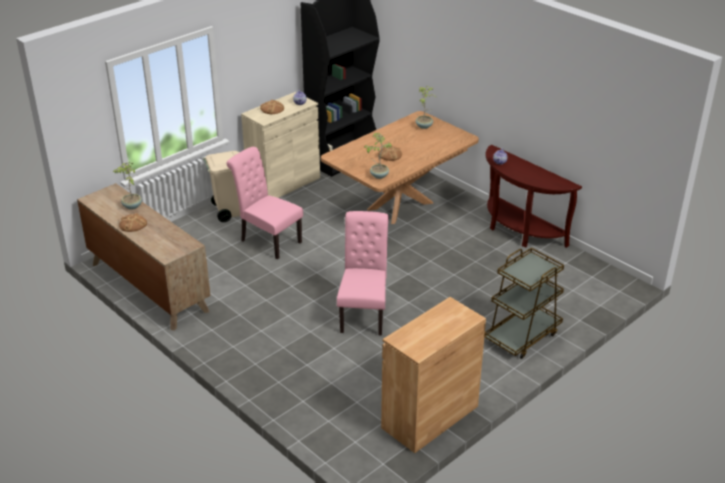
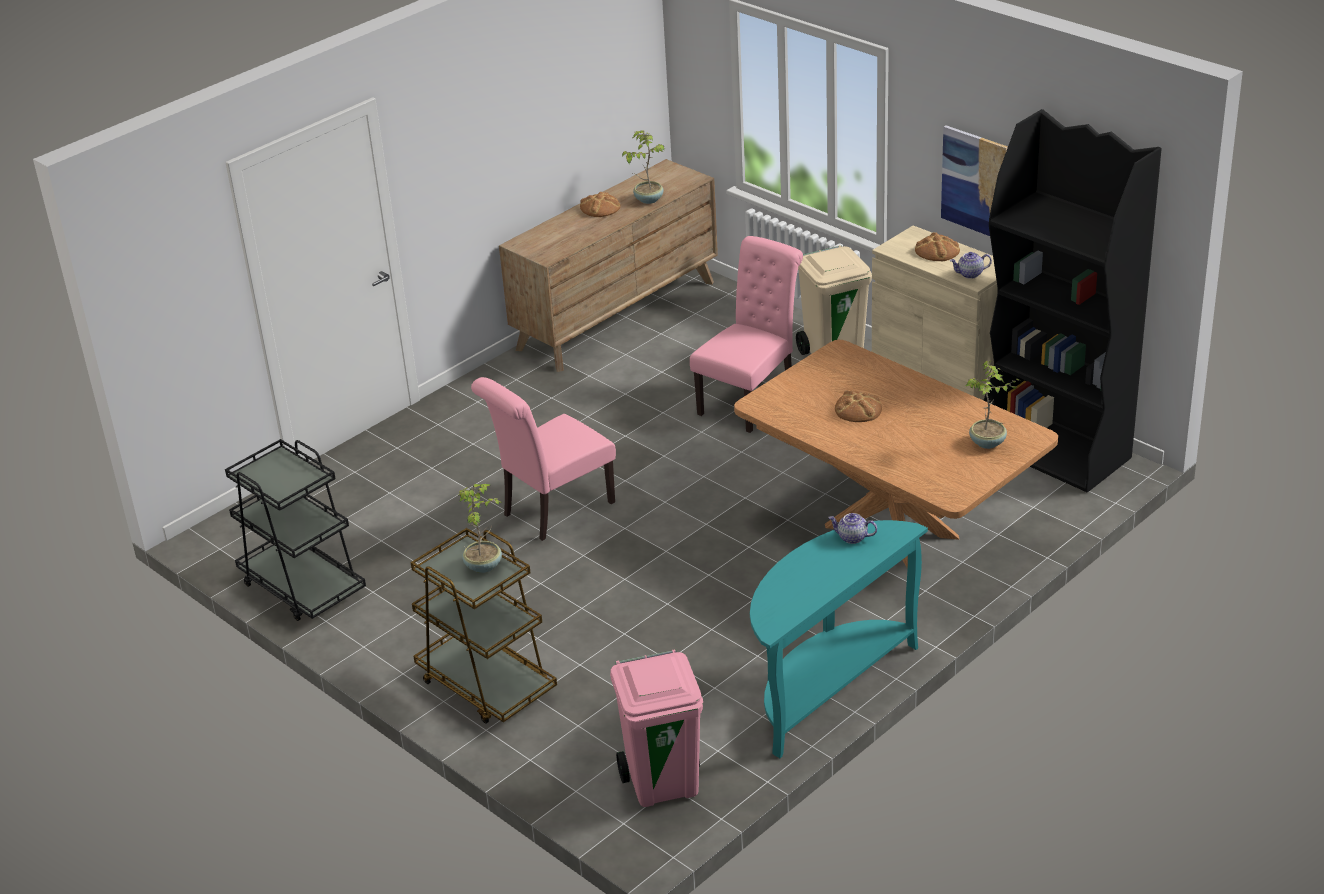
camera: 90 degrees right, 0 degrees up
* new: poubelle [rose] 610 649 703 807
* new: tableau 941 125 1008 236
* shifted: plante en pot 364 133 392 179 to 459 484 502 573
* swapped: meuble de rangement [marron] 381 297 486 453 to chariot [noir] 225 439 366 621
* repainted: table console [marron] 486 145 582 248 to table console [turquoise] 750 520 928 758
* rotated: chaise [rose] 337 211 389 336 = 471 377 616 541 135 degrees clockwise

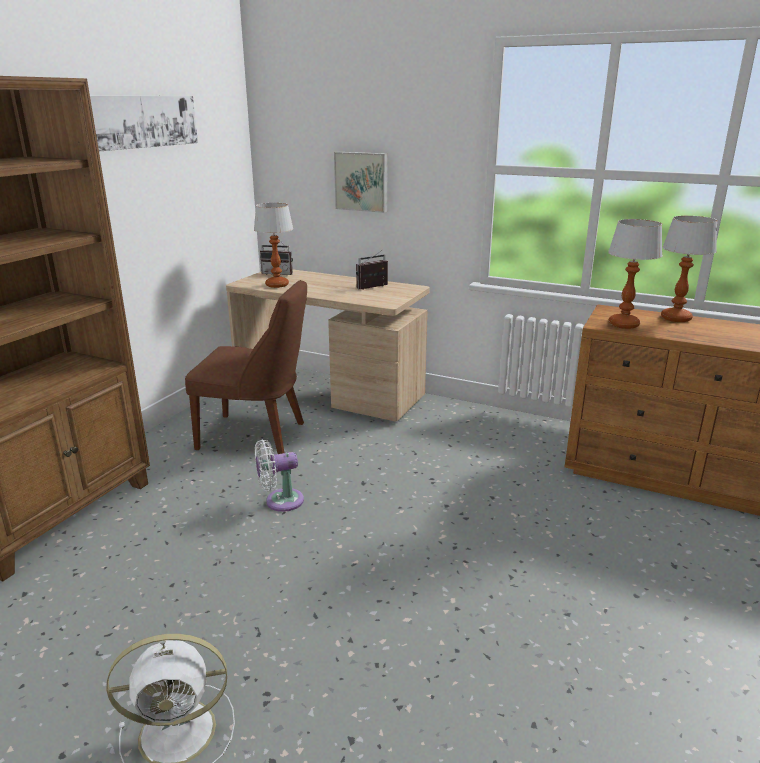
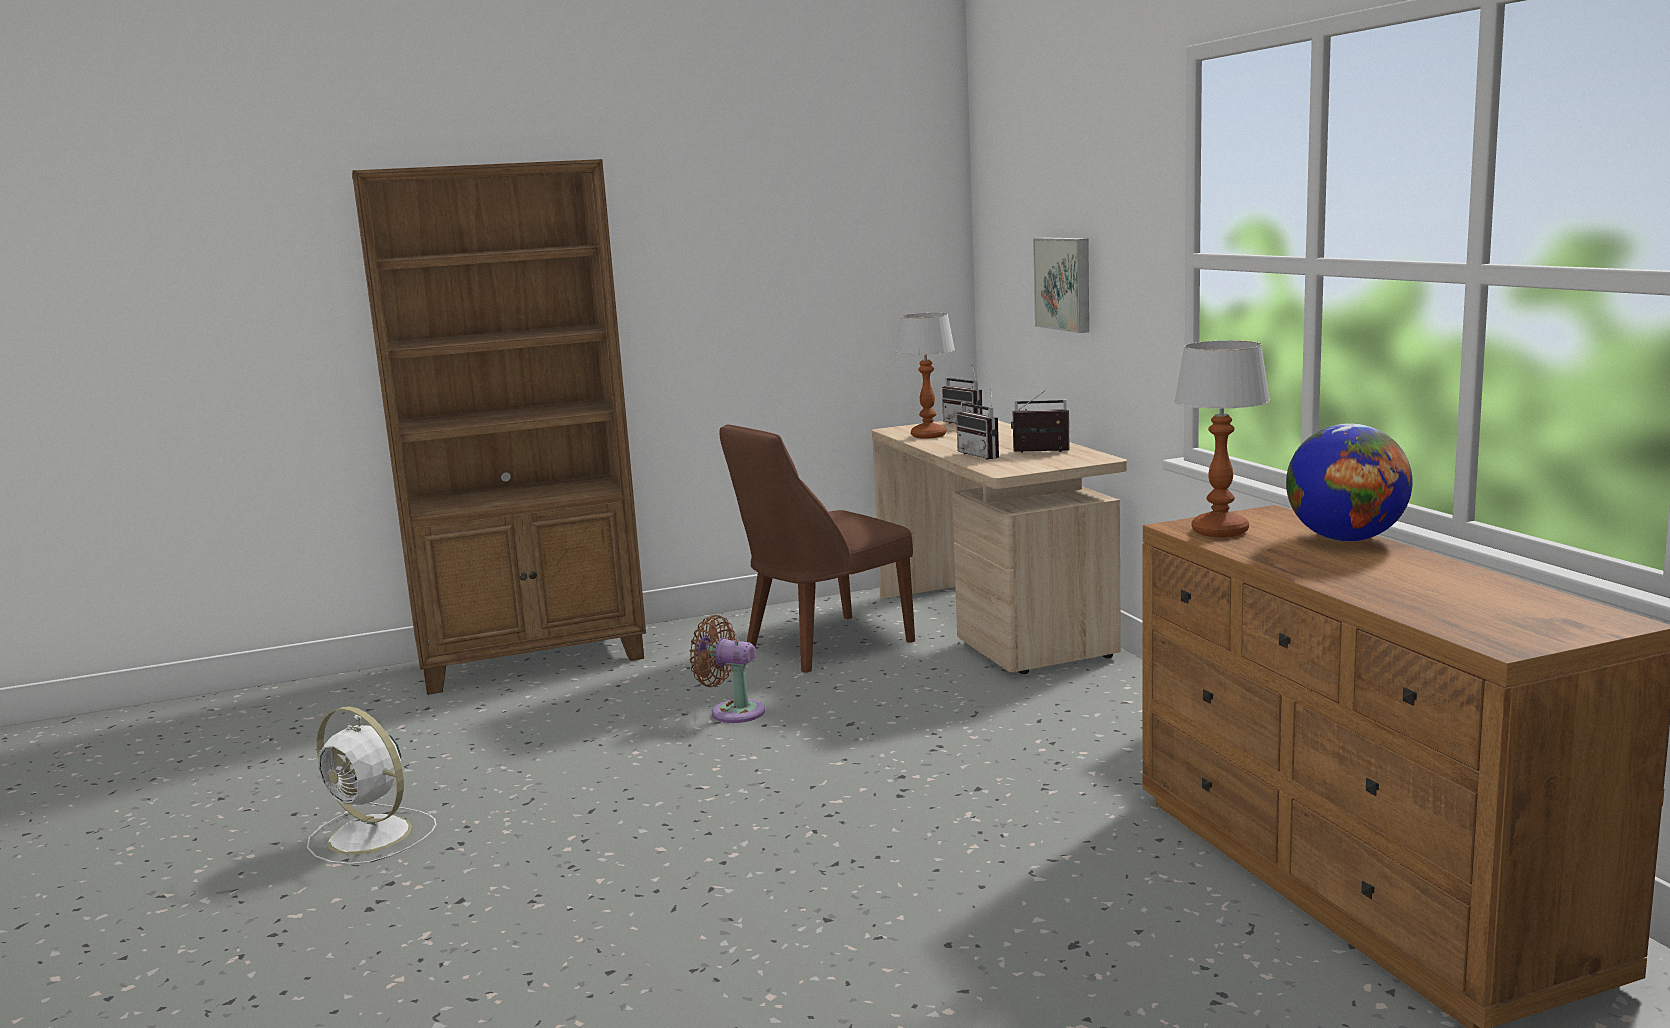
camera: 45 degrees right, 10 degrees down
* gone: tableau 90 96 198 151
* new: radio 956 388 999 460
* swapped: lampe de table 661 216 717 322 to globe 1286 423 1413 541
* repainted: ventilateur [blanc] 255 439 304 512 to ventilateur [marron] 690 615 765 723
* rotated: chaise [marron] 185 280 307 454 = 719 424 915 673 90 degrees clockwise

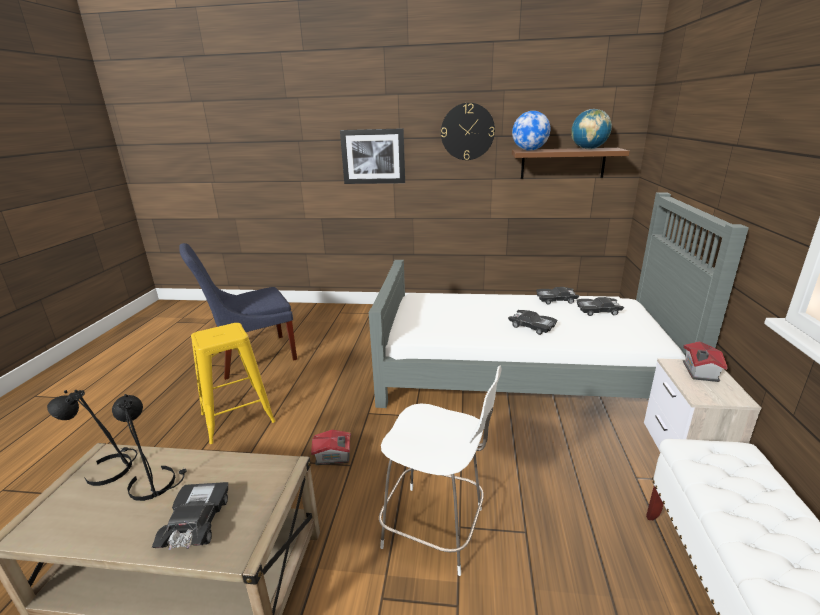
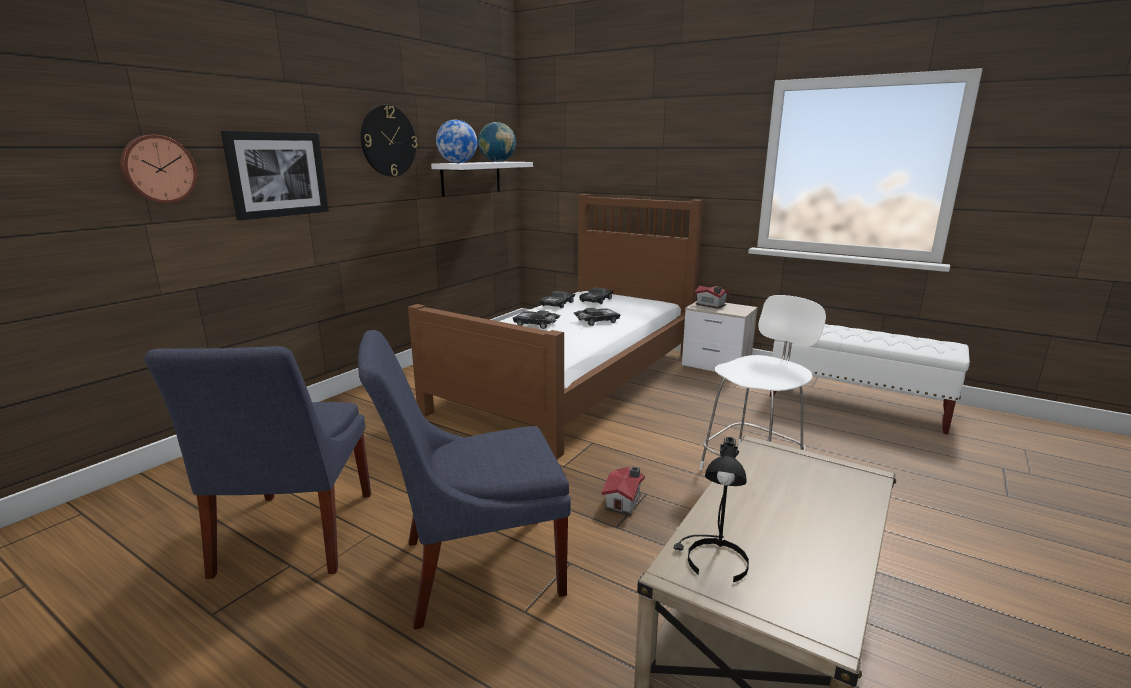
camera: 65 degrees left, 5 degrees down
* gone: lampe de table [noir] 112 394 187 501
* new: horloge murale 120 135 197 203
* shifted: petite voiture [noir] 152 482 228 550 to 513 310 560 329
* swapped: tabouret [jaune] 191 323 275 444 to chaise [bleu] 358 330 571 630
* repainted: lit [gris] 369 193 749 408 to lit [marron] 408 194 704 459
* repainted: étagère [marron] 512 148 630 179 to étagère [blanc] 431 162 533 197

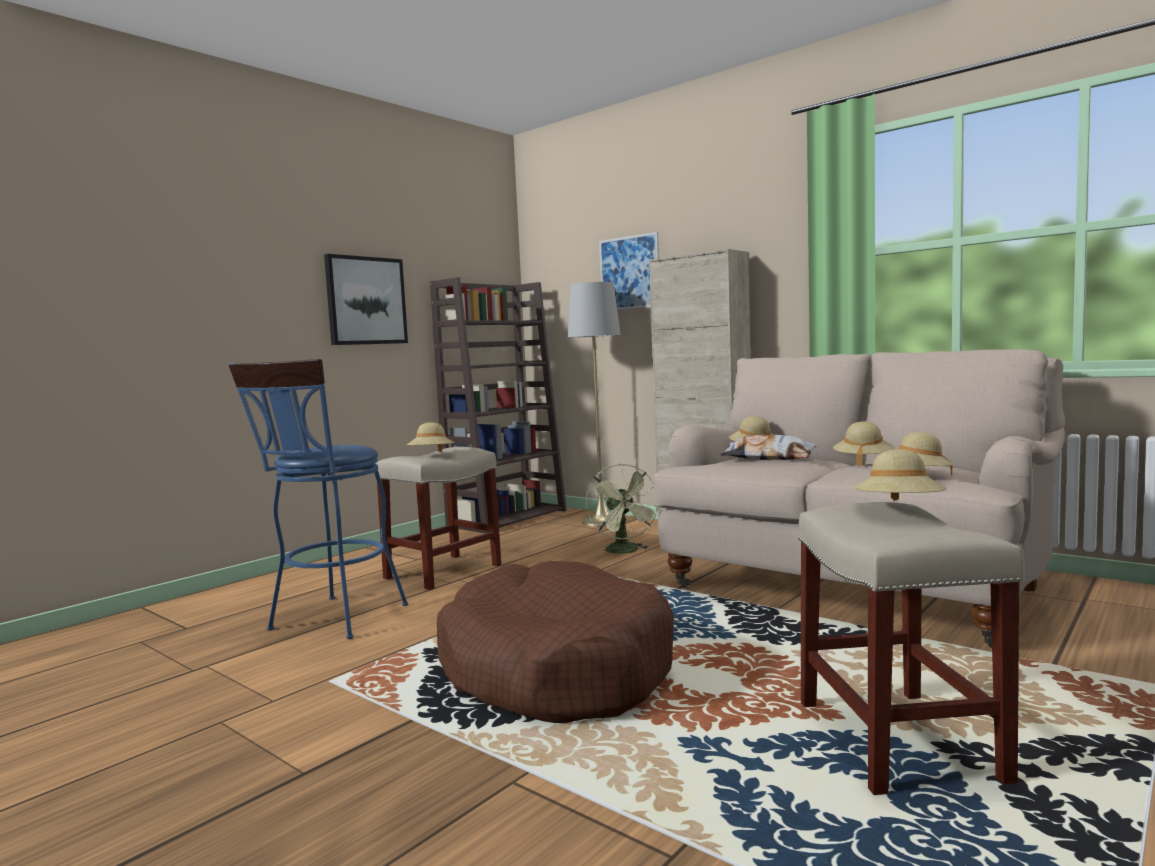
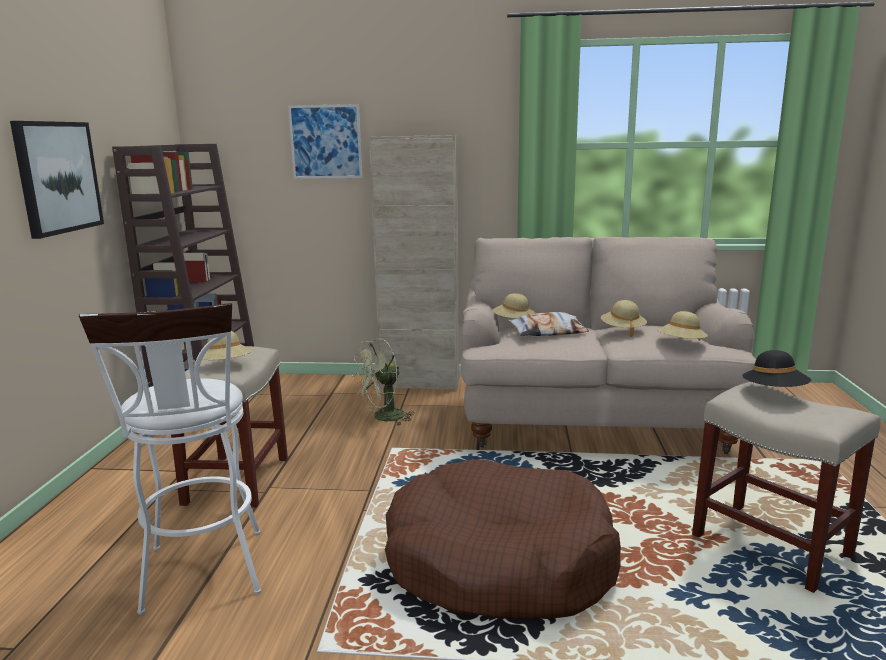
camera: 35 degrees left, 10 degrees up
* gone: lampadaire [gris] 568 282 621 527
* repainted: tabouret [bleu] 228 359 408 639 to tabouret [blanc] 79 303 261 615
* repainted: chapeau [beige] 854 449 947 501 to chapeau [noir] 742 350 811 387
* rotated: ventilateur [vert] 586 464 661 556 = 352 338 415 426 105 degrees clockwise

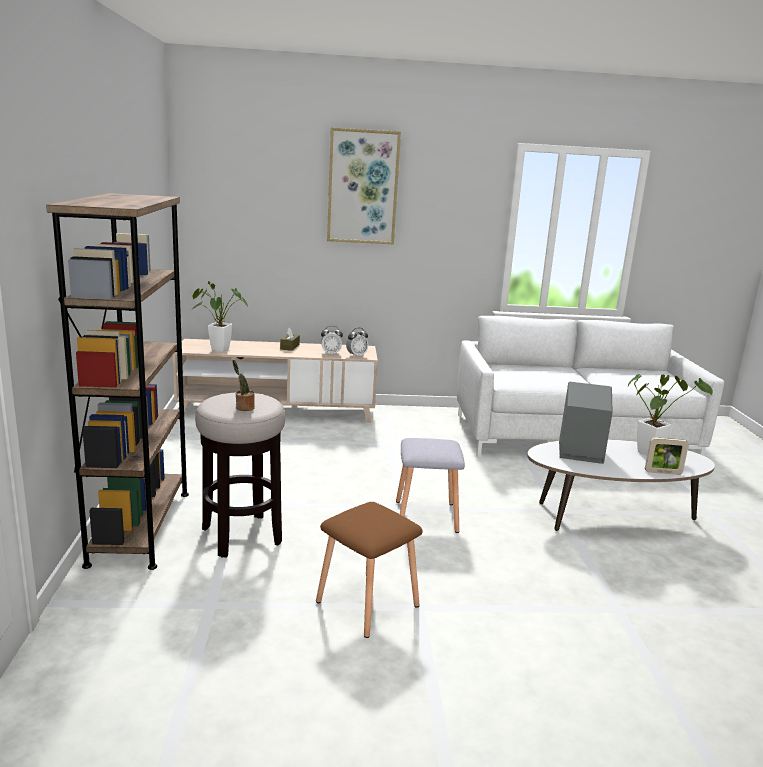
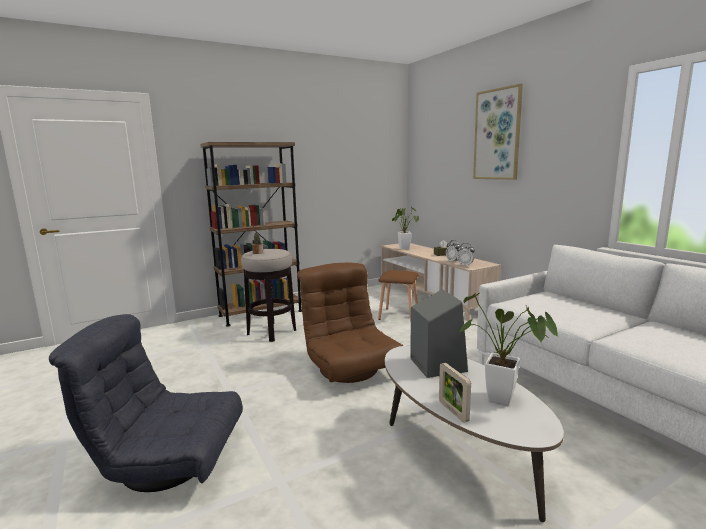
camera: 65 degrees right, 5 degrees down
* new: fauteuil [gris] 49 314 243 492
* shifted: tabouret [marron] 316 502 423 638 to 378 270 418 322
* swapped: tabouret [gris] 396 438 465 533 to fauteuil [marron] 297 263 404 383

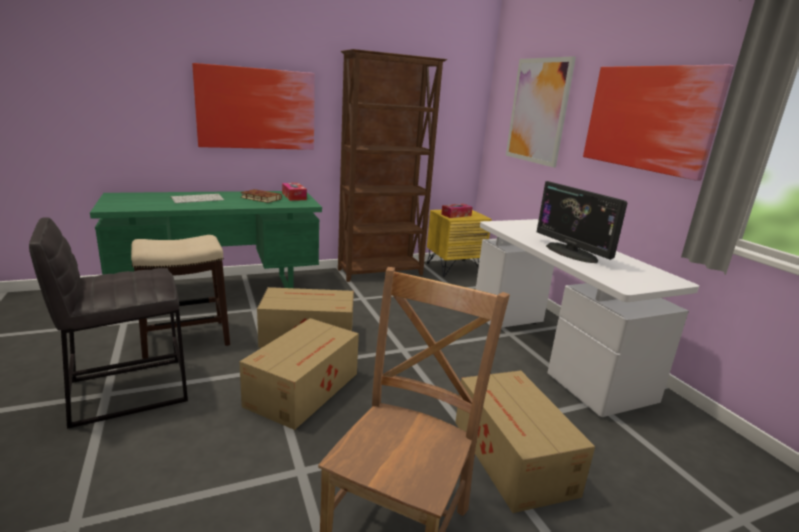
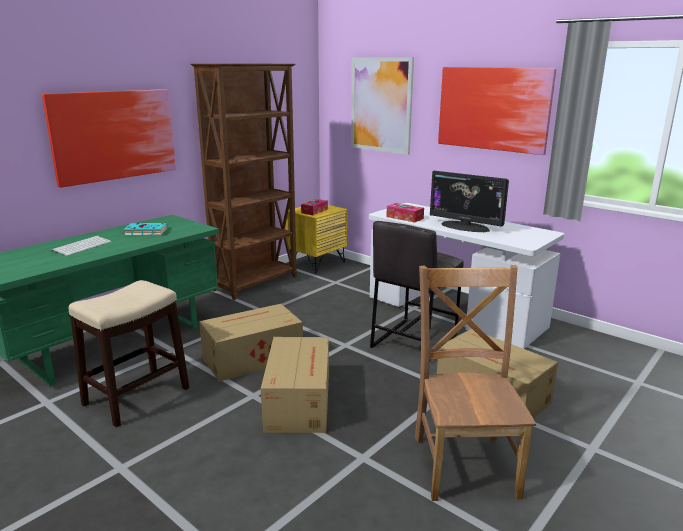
camera: 25 degrees left, 0 degrees up
* shifted: tabouret [gris] 29 217 188 429 to 370 221 464 348
* shifted: boîte à mouchoirs 282 183 307 201 to 386 203 424 223
* repainted: livre [marron] 241 189 282 203 to livre [turquoise] 122 223 167 236

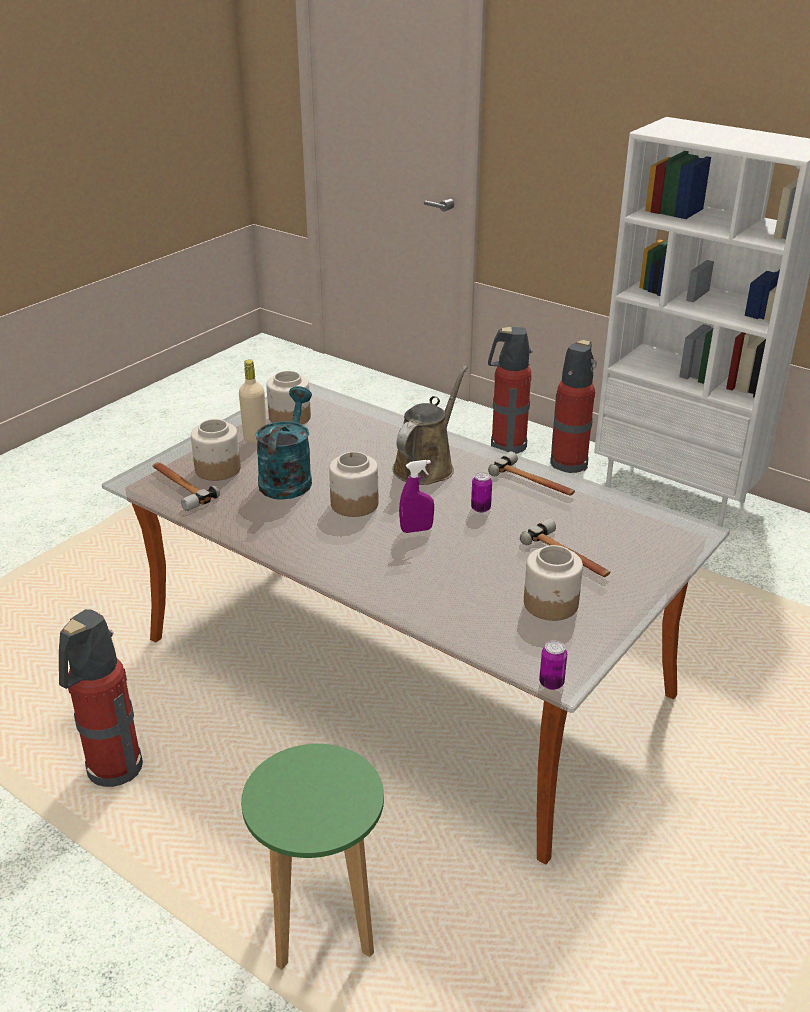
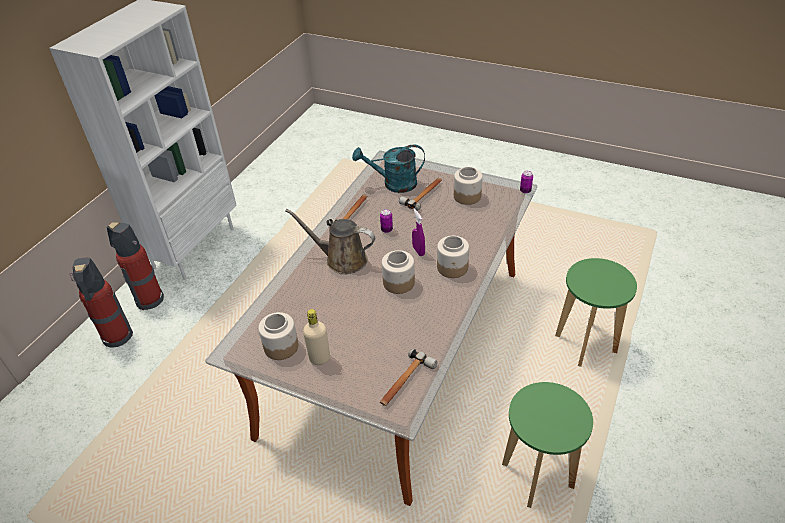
camera: 100 degrees left, 10 degrees up
* shifted: bocal 191 419 241 481 to 437 236 469 278
* shifted: arrosoir [turquoise] 256 386 312 500 to 352 144 425 193
* swapped: extincteur 59 609 143 787 to tabouret [vert] 502 382 593 508

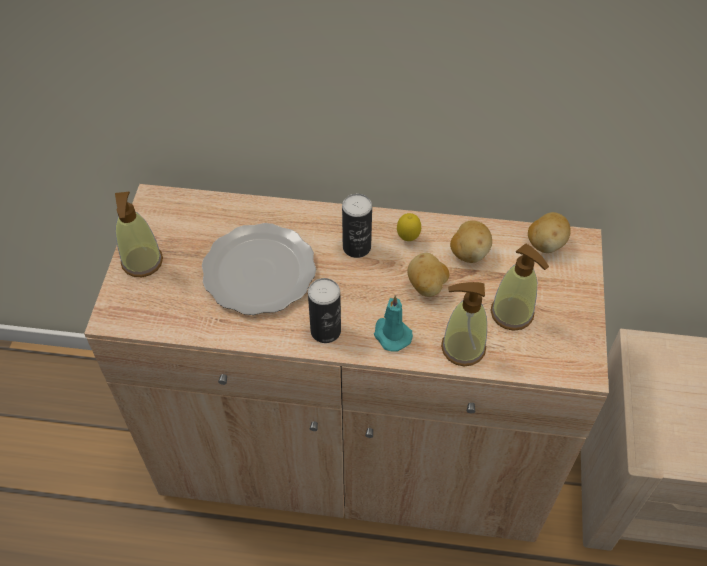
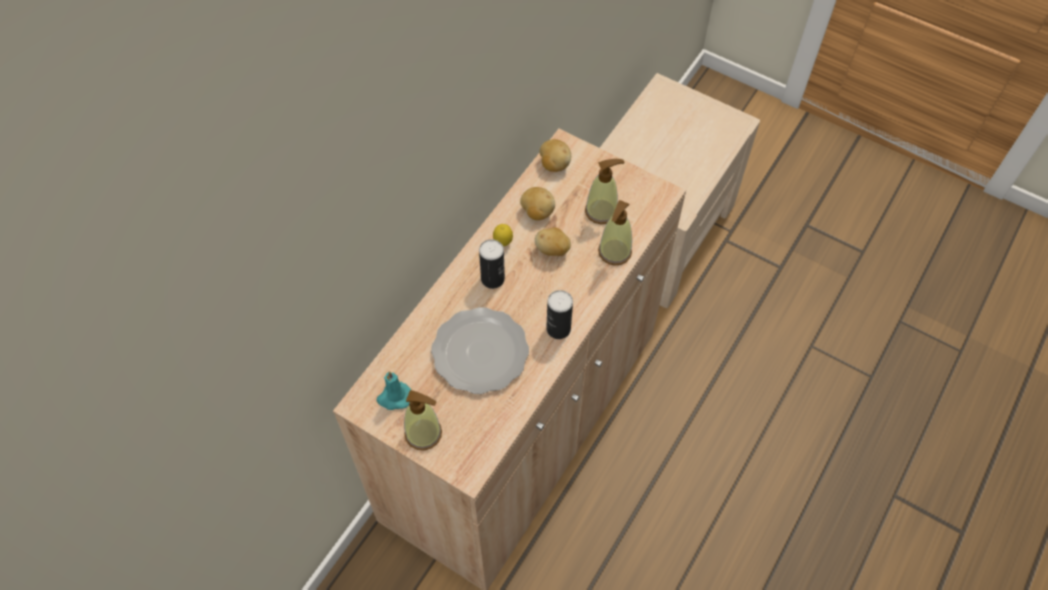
camera: 65 degrees left, 5 degrees up
* shifted: bougie [turquoise] 374 295 413 352 to 376 371 411 410

